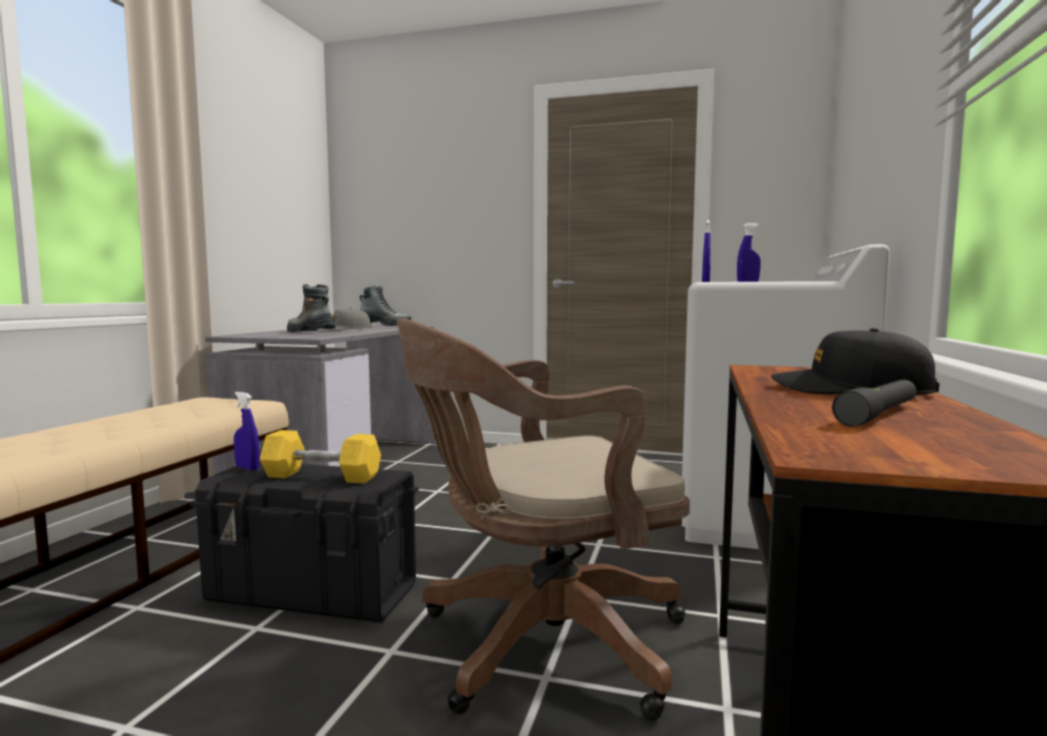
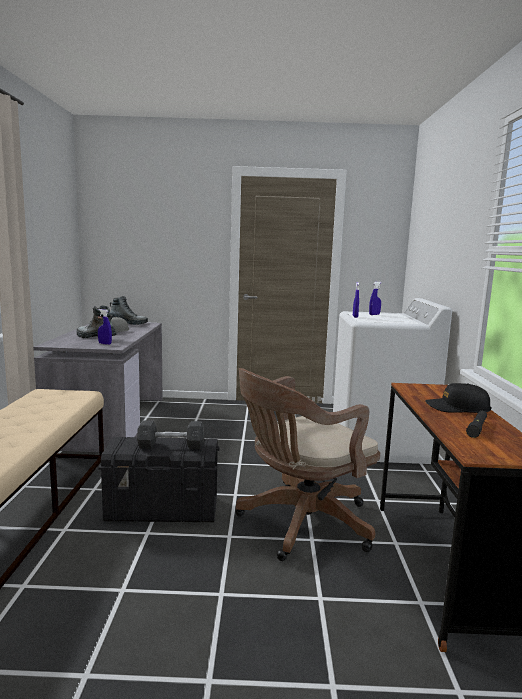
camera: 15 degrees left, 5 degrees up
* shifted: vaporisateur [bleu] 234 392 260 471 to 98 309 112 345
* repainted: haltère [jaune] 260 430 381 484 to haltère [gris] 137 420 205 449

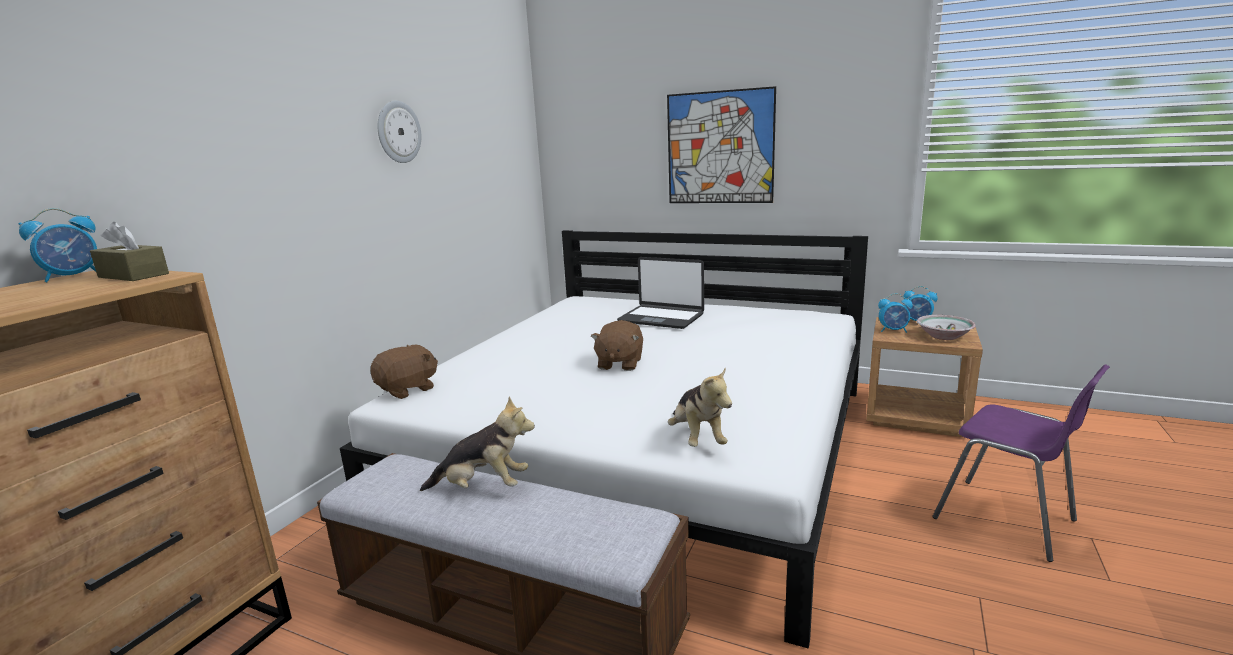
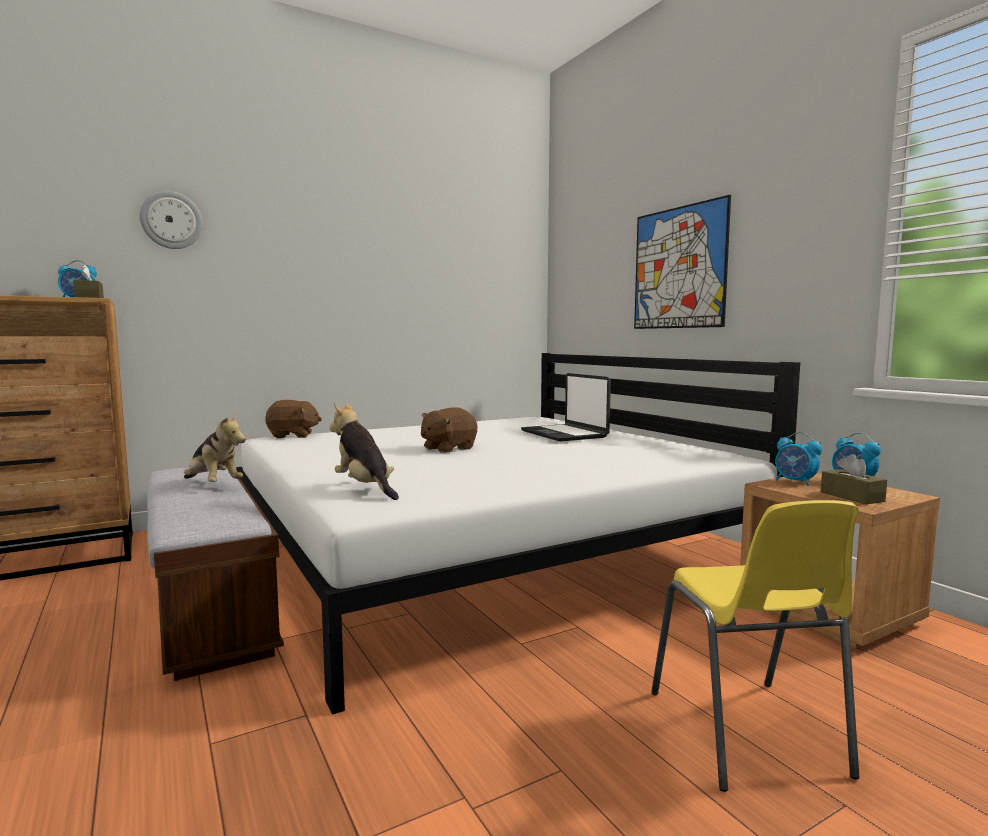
camera: 35 degrees right, 10 degrees down
* shifted: horloge murale 377 100 421 163 to 140 191 203 249
* swapped: bol 917 315 976 340 to boîte à mouchoirs [marron] 821 454 887 505
* repainted: chaise [violet] 933 365 1110 562 to chaise [jaune] 651 500 860 792
* rotated: peluche 668 367 732 447 = 329 403 399 500 120 degrees clockwise

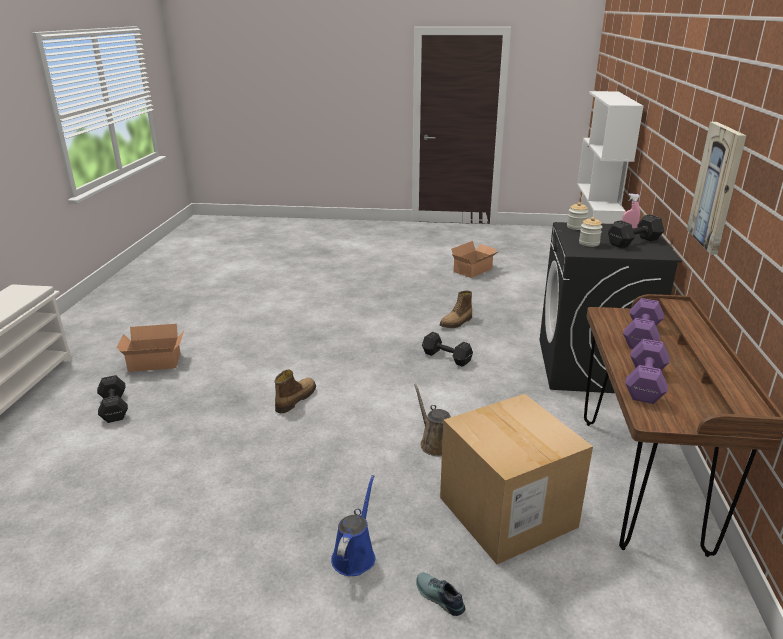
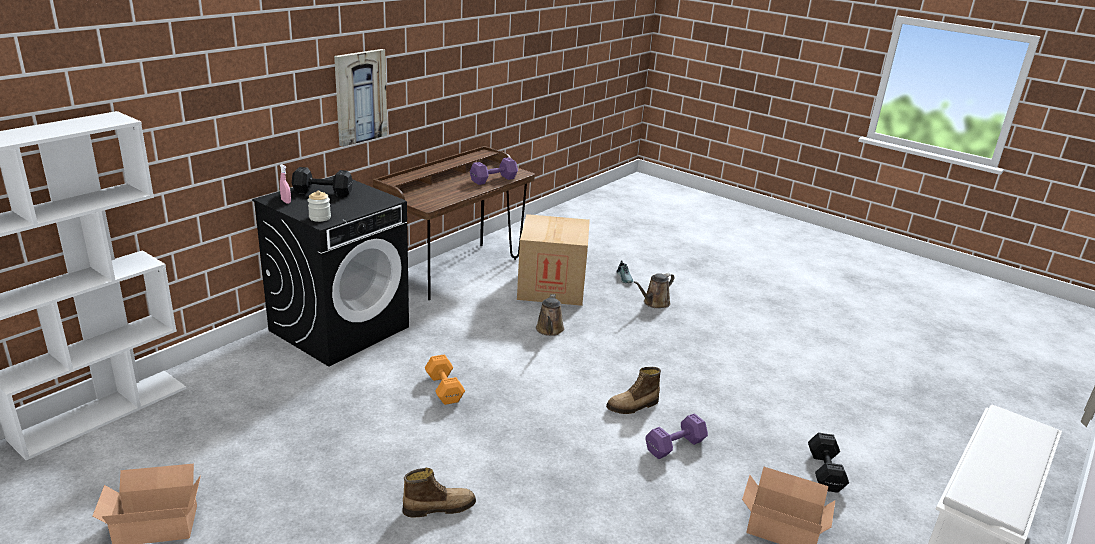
camera: 150 degrees left, 0 degrees up
* gone: bocal 579 217 602 247
* shifted: botte 440 290 472 328 to 402 468 476 518
* shifted: haltère [violet] 623 298 664 349 to 645 413 708 459
* repainted: arrosoir [bleu] 331 475 375 576 to arrosoir [marron] 634 273 674 308
* repainted: haltère [noir] 422 332 473 367 to haltère [orange] 425 354 465 405

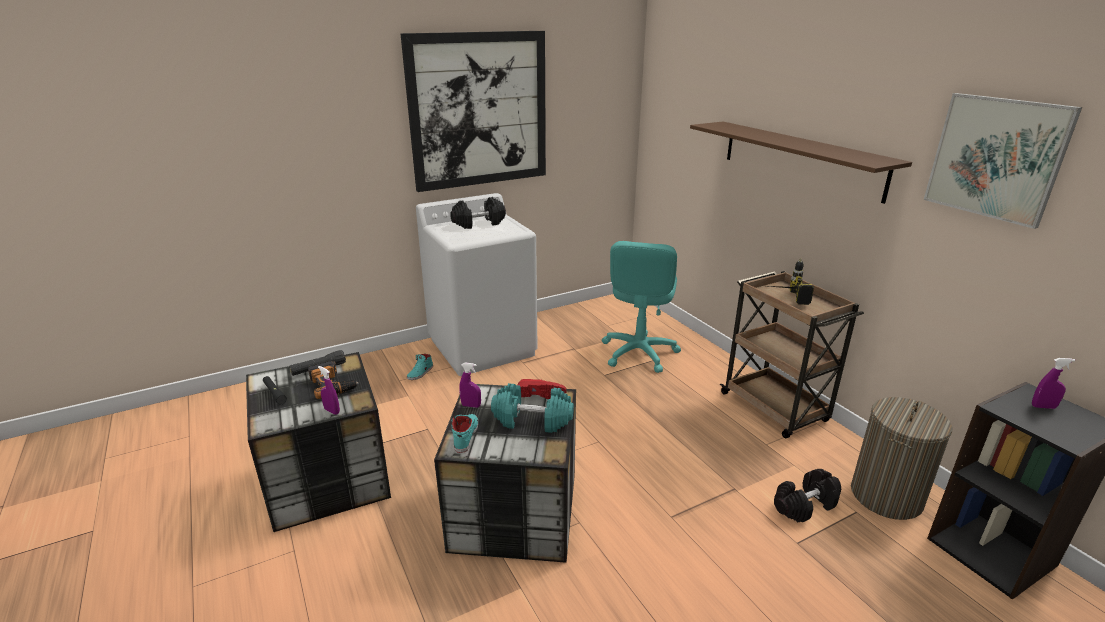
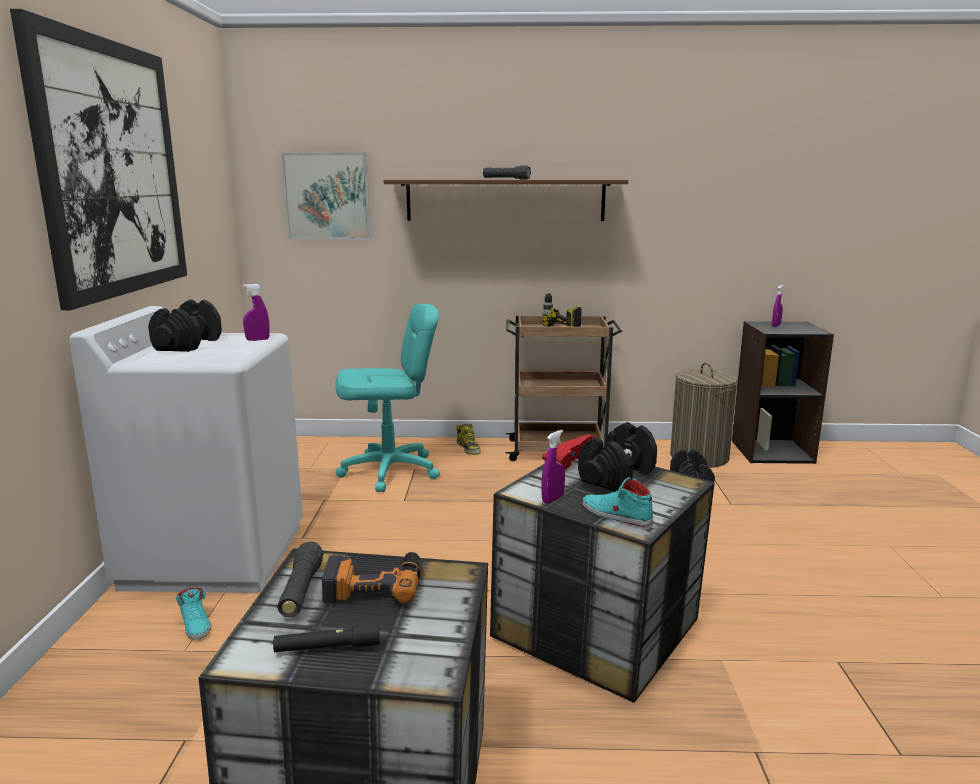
camera: 60 degrees left, 10 degrees down
* new: botte 456 424 481 455
* new: lampe de poche [noir] 483 166 531 180
* shifted: vaporisateur [violet] 318 366 340 415 to 243 284 270 341
* shifted: tableau 924 93 1082 229 to 281 153 371 239
* repainted: haltère [turquoise] 491 383 574 433 to haltère [noir] 578 422 657 492
* rotated: chaise de bureau [turquoise] 602 241 681 373 = 335 304 440 492 60 degrees counterclockwise

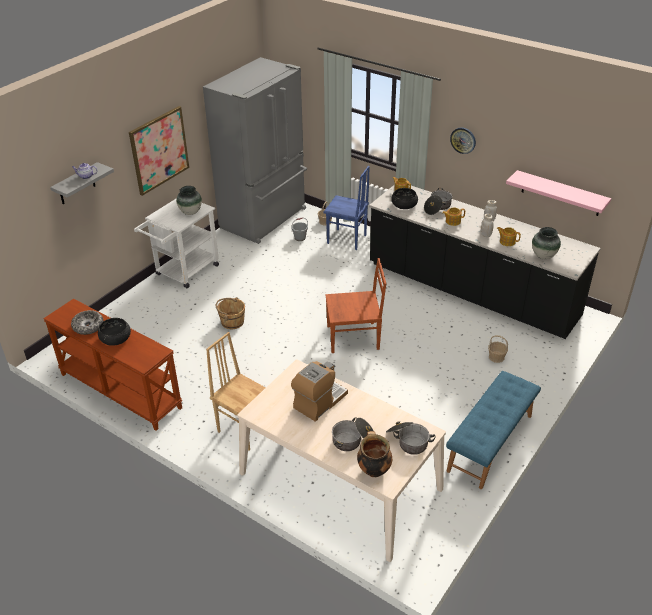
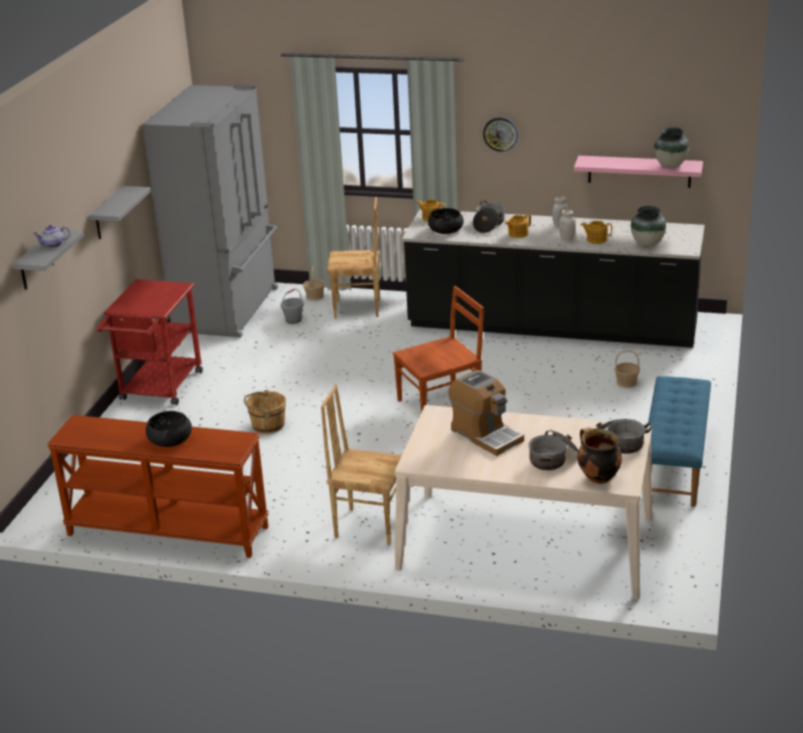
camera: 20 degrees left, 10 degrees down
* gone: bol 71 310 103 335
* shifted: vase 176 186 202 215 to 654 127 689 168
* swapped: tableau 129 106 189 196 to étagère [gris] 89 186 151 239
* repainted: chariot [blanc] 134 198 219 288 to chariot [rouge] 97 279 203 405
* repainted: chaise [bleu] 323 166 370 250 to chaise [marron] 327 197 380 318
* rotated: machine à café 291 361 348 422 = 449 370 524 456 120 degrees clockwise

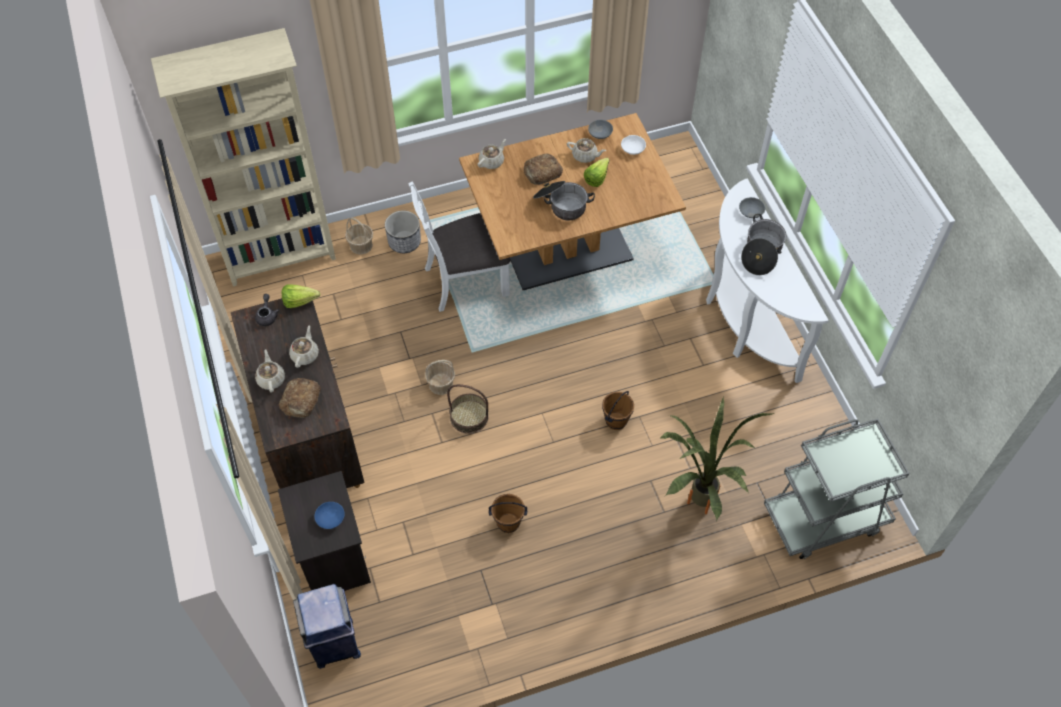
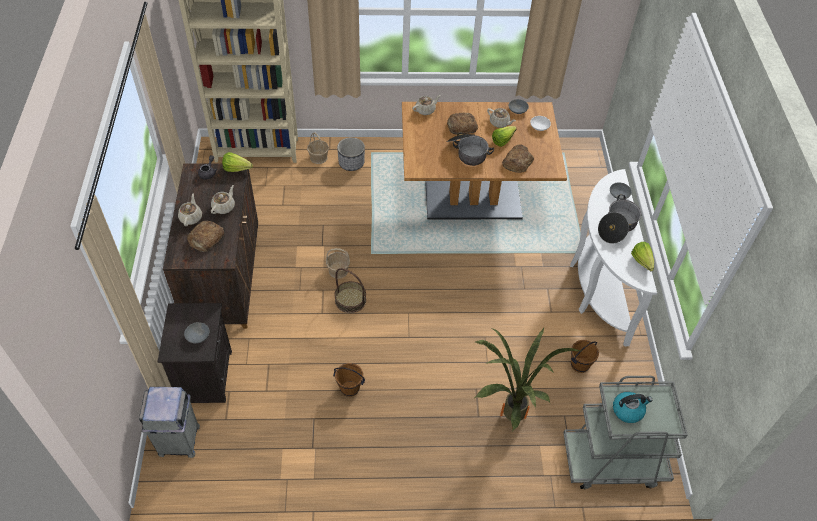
camera: 15 degrees right, 5 degrees down
* gone: chaise [blanc] 408 181 510 312
* new: pain 502 145 534 173
* new: bouilloire 613 392 653 423
* new: laitue 631 242 654 271
* shifted: seau [marron] 602 391 634 430 to 571 340 599 373
* repainted: poubelle [bleu] 293 584 361 669 to poubelle [gris] 139 387 200 458
* repainted: bol [bleu] 315 502 345 529 to bol [gris] 184 322 209 344

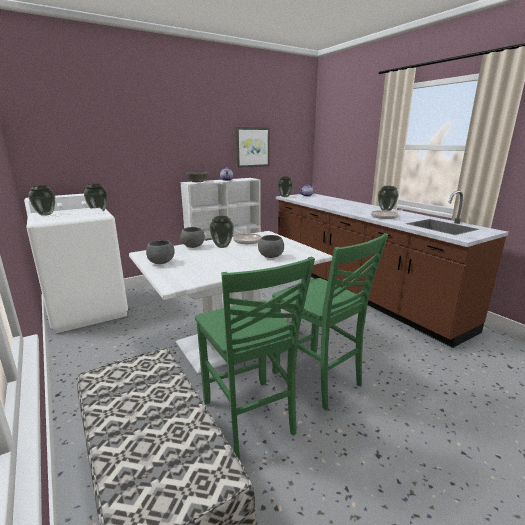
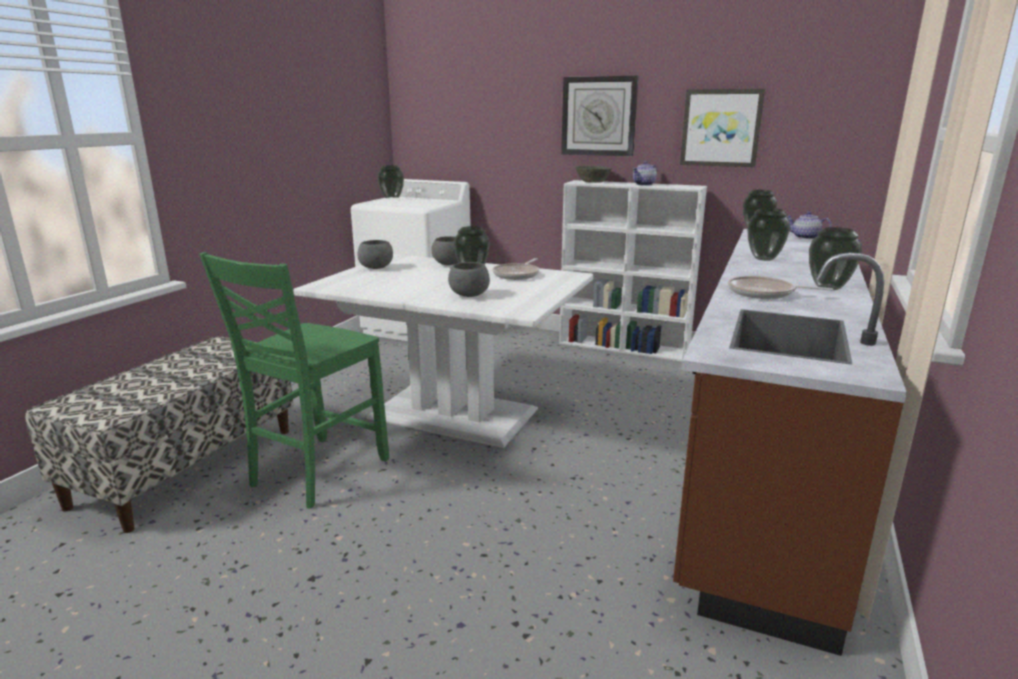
camera: 55 degrees right, 0 degrees up
* gone: chaise [vert] 272 233 388 410
* new: horloge murale 561 76 638 156
* shifted: vase 84 184 108 213 to 747 208 790 261

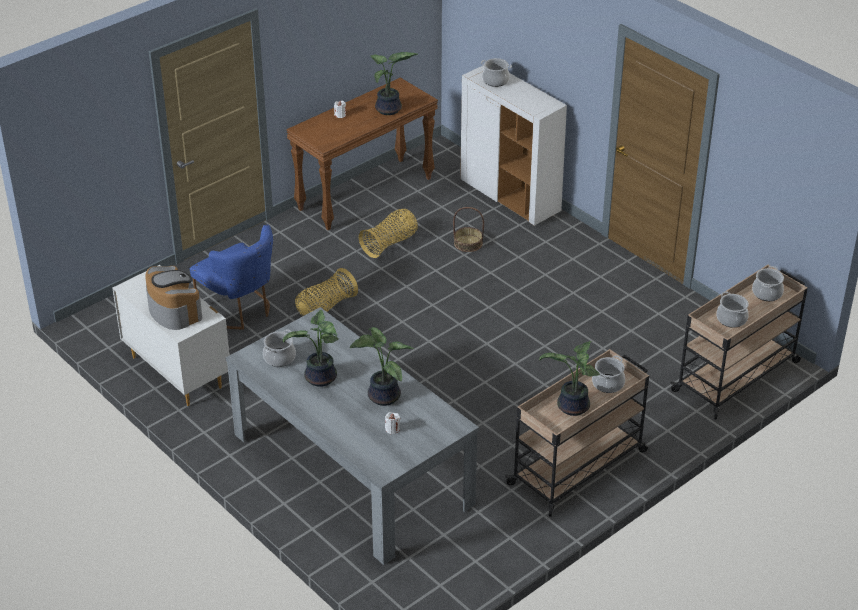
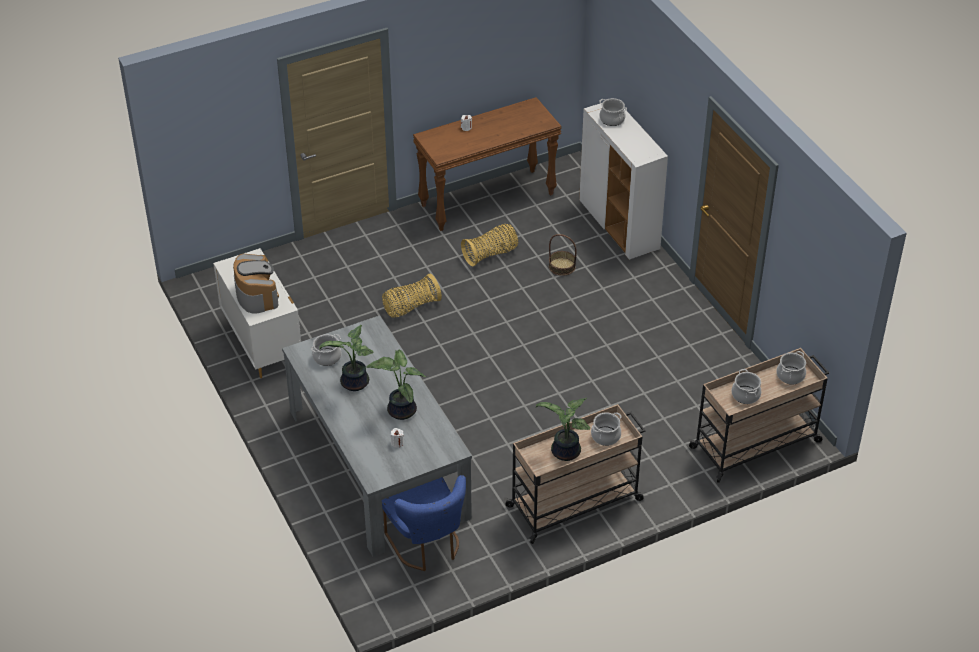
camera: 15 degrees right, 5 degrees up
* gone: plante en pot 371 52 418 115
* shifted: chaise [bleu] 190 225 273 330 to 382 475 466 571

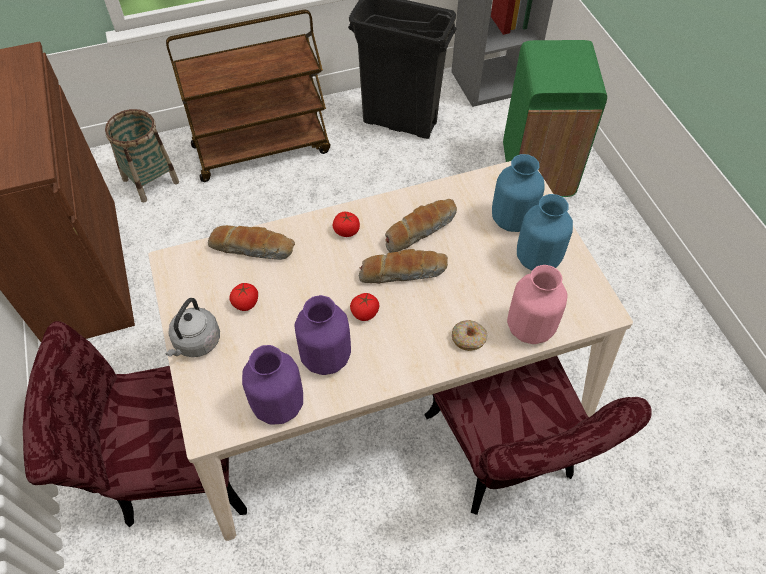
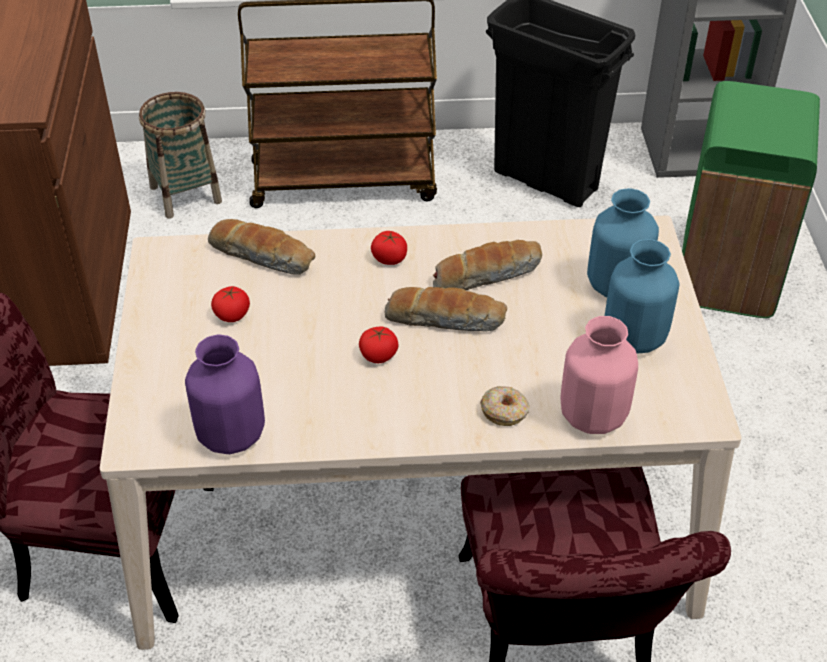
camera: 15 degrees right, 10 degrees down
* gone: bouilloire [gris] 166 298 220 357
* gone: vase [violet] 294 295 351 375

